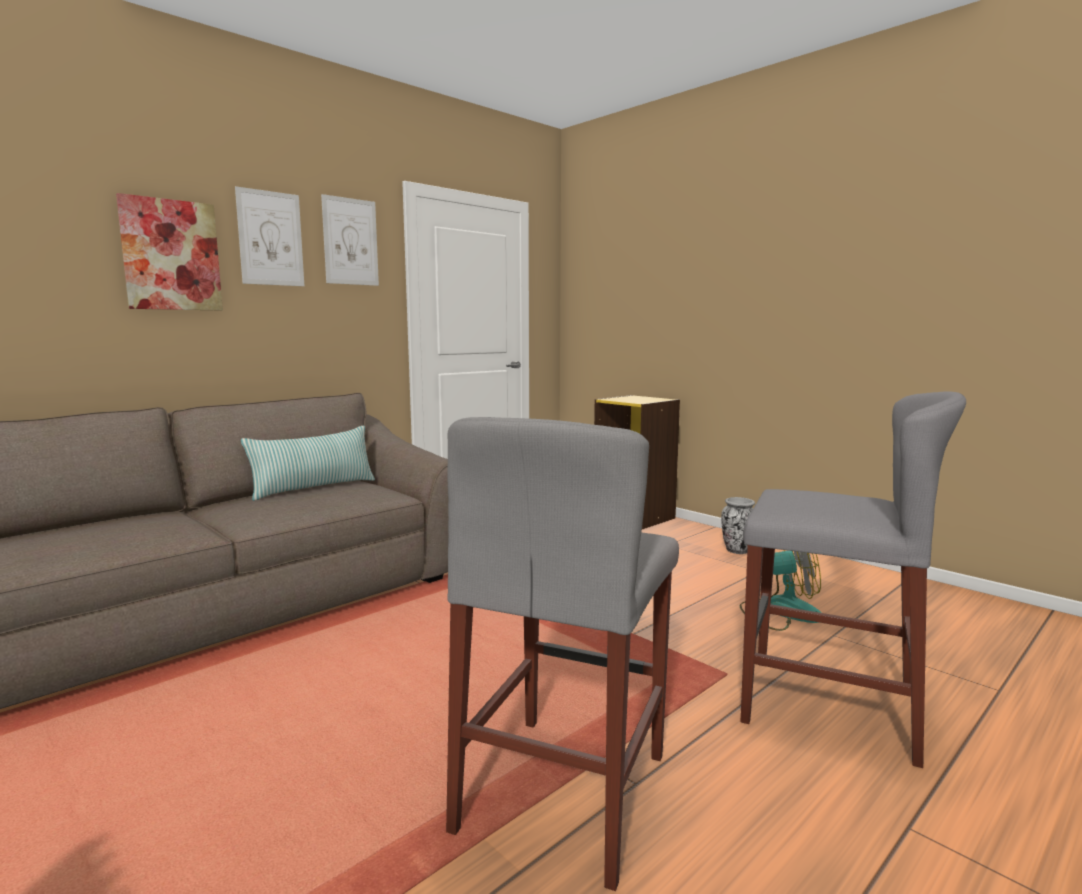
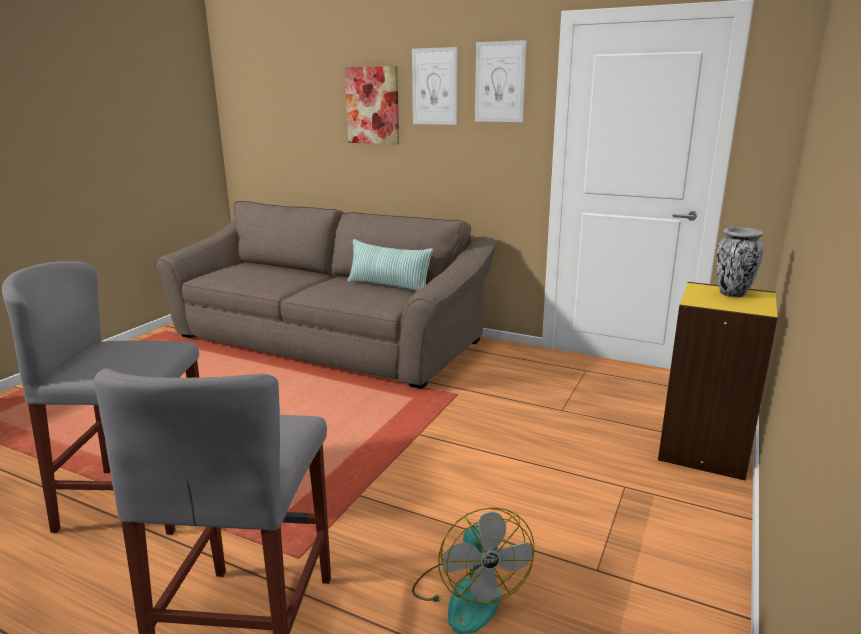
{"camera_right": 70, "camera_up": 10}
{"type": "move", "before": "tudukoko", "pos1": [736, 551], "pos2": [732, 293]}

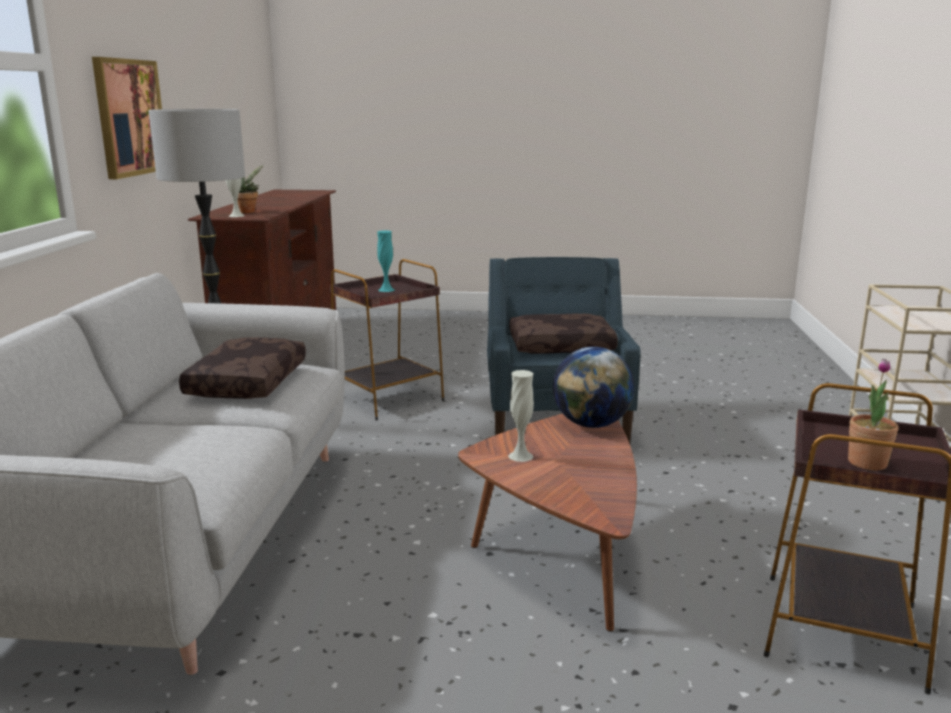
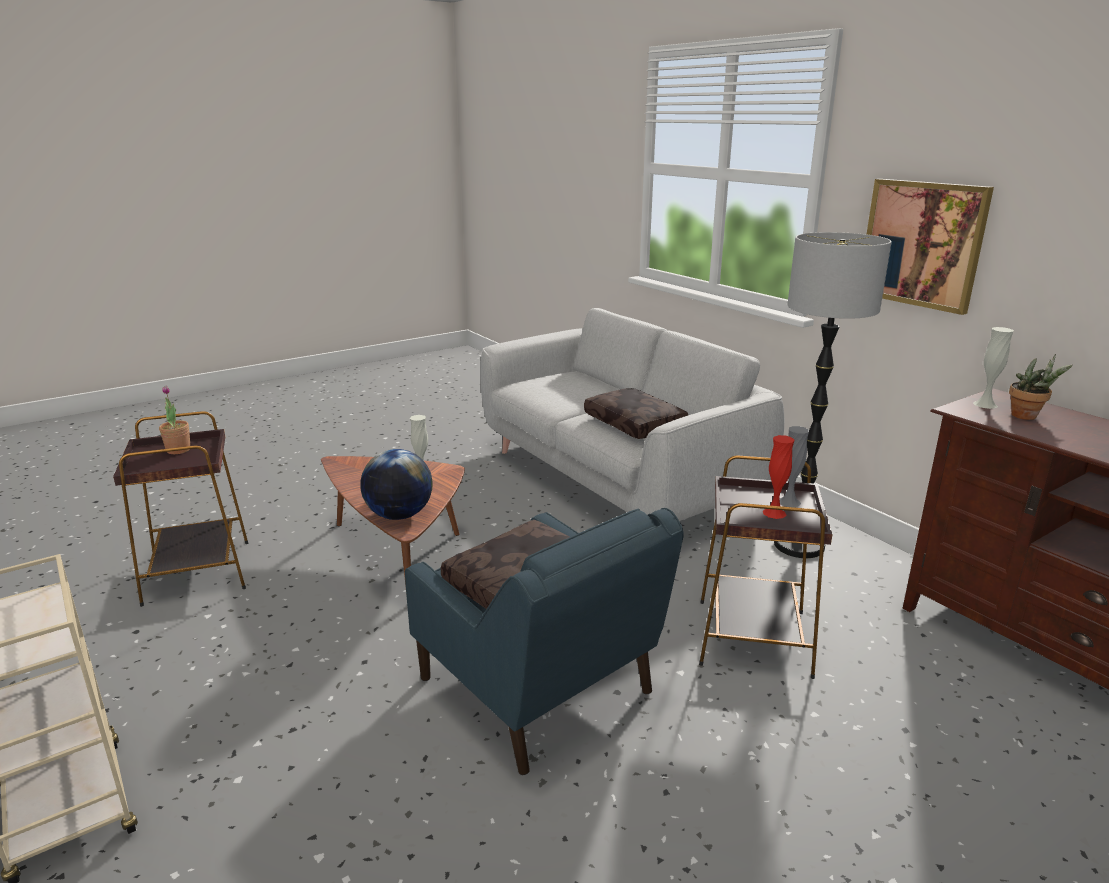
{"camera_right": 140, "camera_up": 5}
{"type": "recolor", "before": "turquoise tudukoko", "after": "red tudukoko", "pos1": [386, 290], "pos2": [774, 513]}
{"type": "insert", "after": "grey tudukoko", "pos2": [789, 502]}

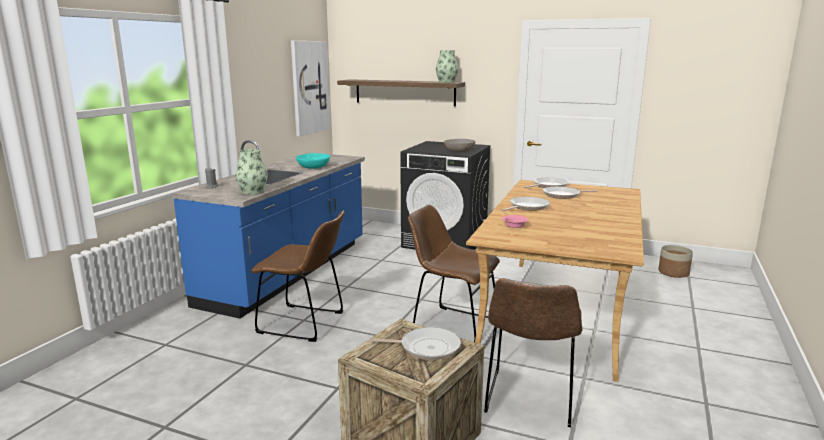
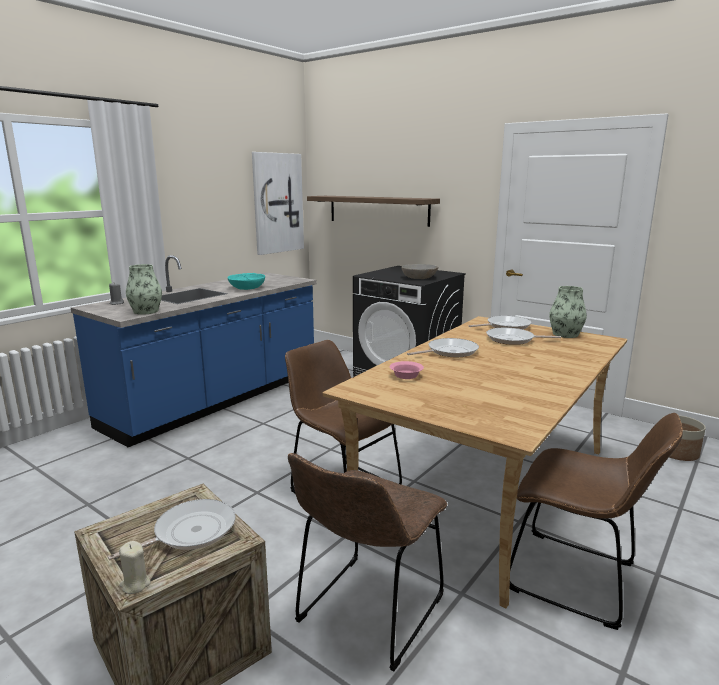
{"camera_right": 15, "camera_up": 0}
{"type": "move", "before": "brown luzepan", "pos1": [305, 323], "pos2": [578, 579]}
{"type": "rotate", "before": "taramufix", "pos1": [426, 347], "pos2": [190, 532], "turn": -60}
{"type": "move", "before": "tudukoko", "pos1": [446, 82], "pos2": [565, 334]}
{"type": "insert", "after": "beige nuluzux", "pos2": [135, 584]}

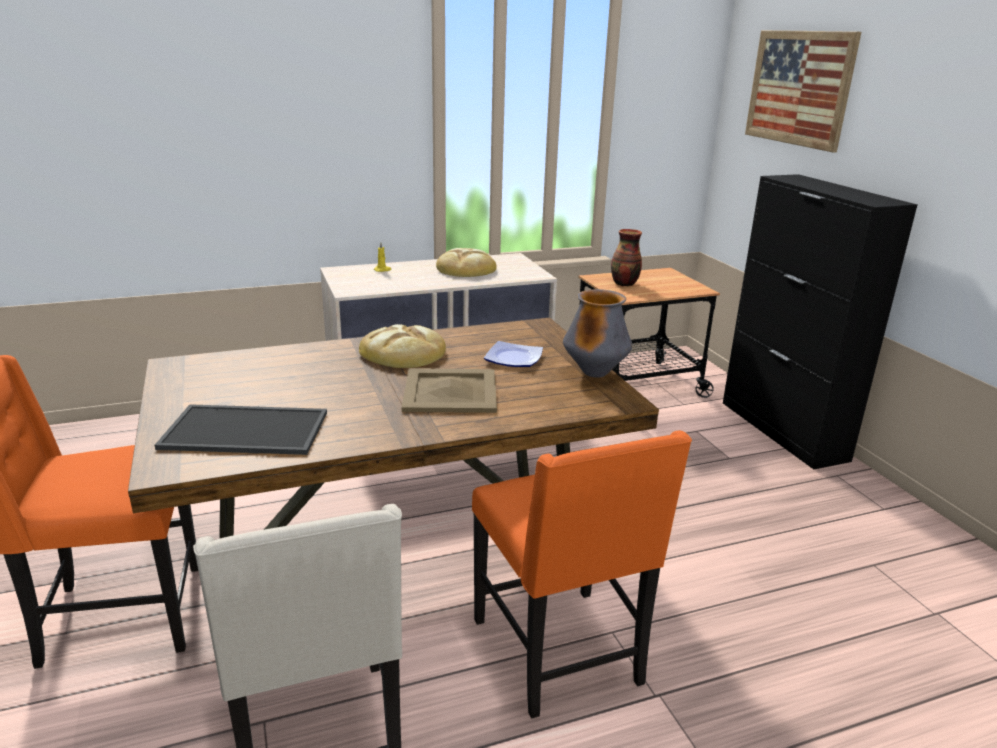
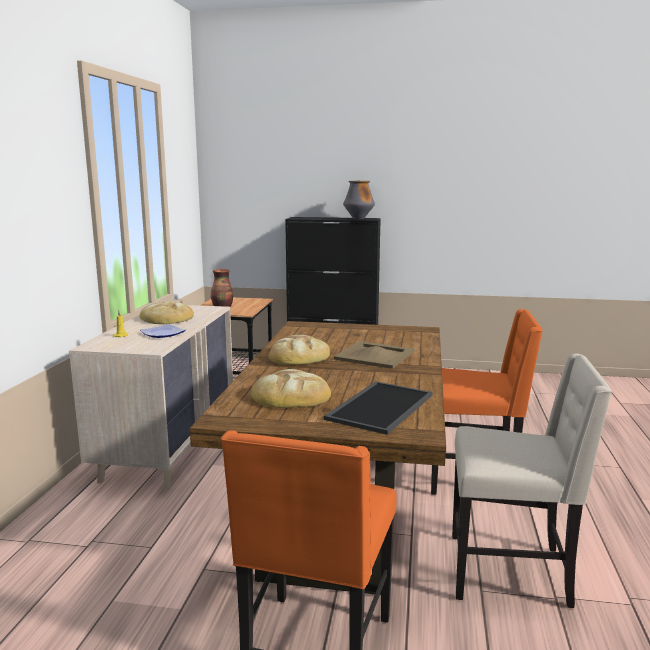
{"camera_right": -60, "camera_up": -10}
{"type": "move", "before": "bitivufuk", "pos1": [512, 359], "pos2": [162, 334]}
{"type": "move", "before": "tudukoko", "pos1": [595, 373], "pos2": [358, 219]}
{"type": "delete", "before": "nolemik", "pos1": [799, 88]}
{"type": "insert", "after": "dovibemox", "pos2": [290, 396]}

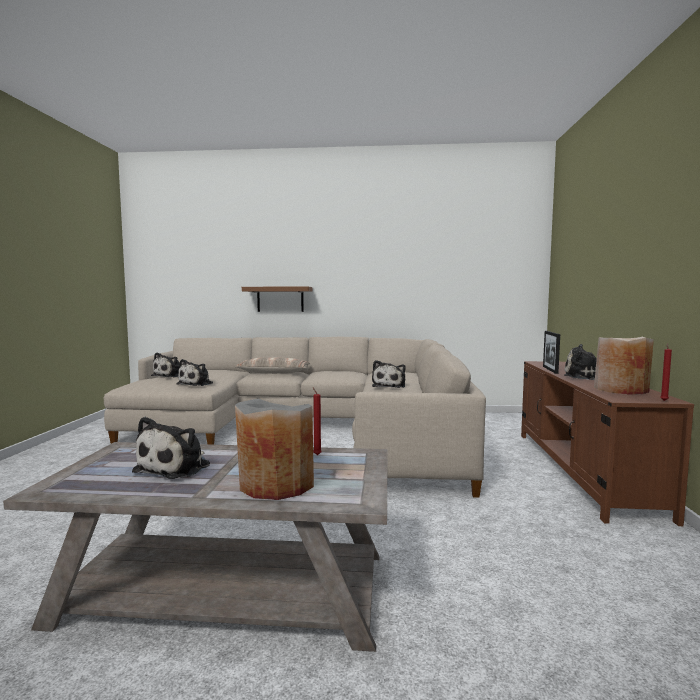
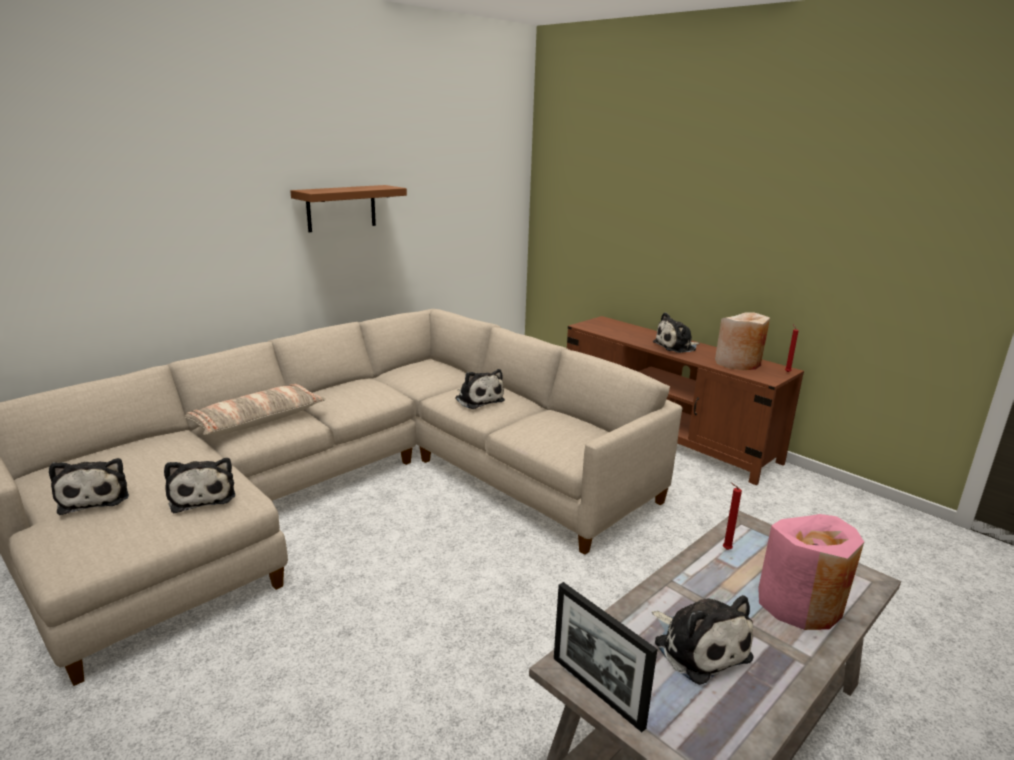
{"camera_right": -50, "camera_up": 15}
{"type": "recolor", "before": "grey tudukoko", "after": "pink tudukoko", "pos1": [276, 484], "pos2": [800, 604]}
{"type": "move", "before": "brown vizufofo", "pos1": [280, 299], "pos2": [341, 208]}
{"type": "move", "before": "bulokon", "pos1": [550, 370], "pos2": [597, 691]}

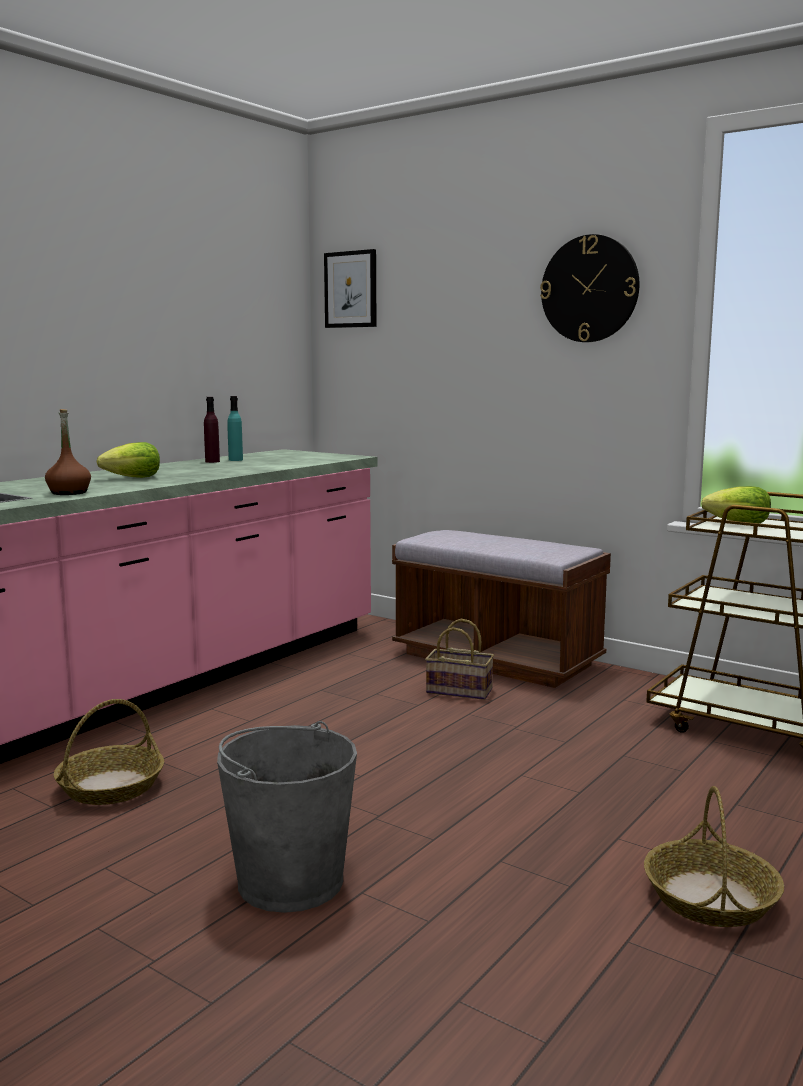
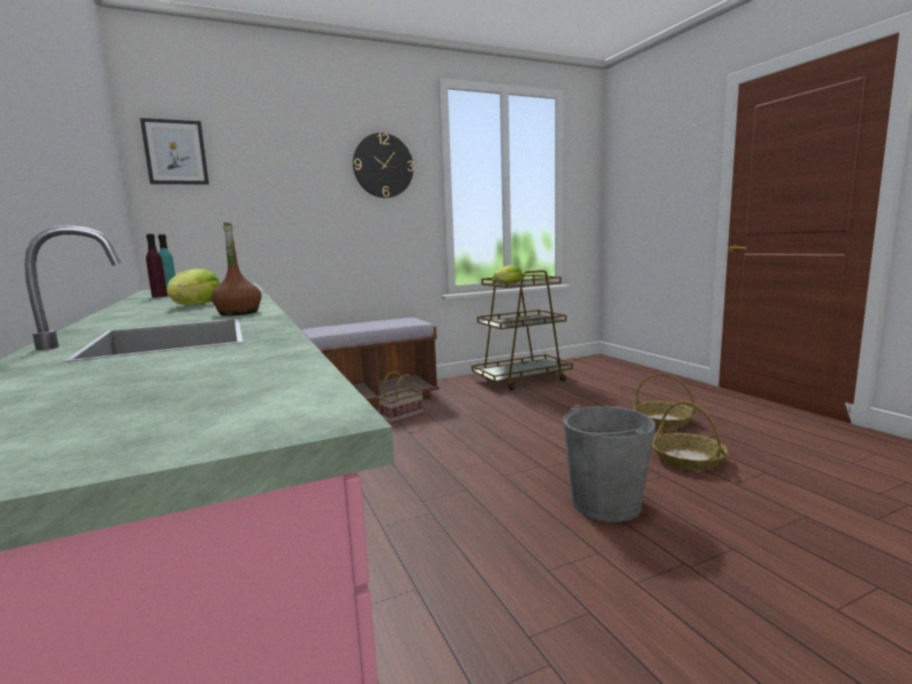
{"camera_right": -60, "camera_up": 0}
{"type": "move", "before": "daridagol", "pos1": [110, 787], "pos2": [688, 459]}

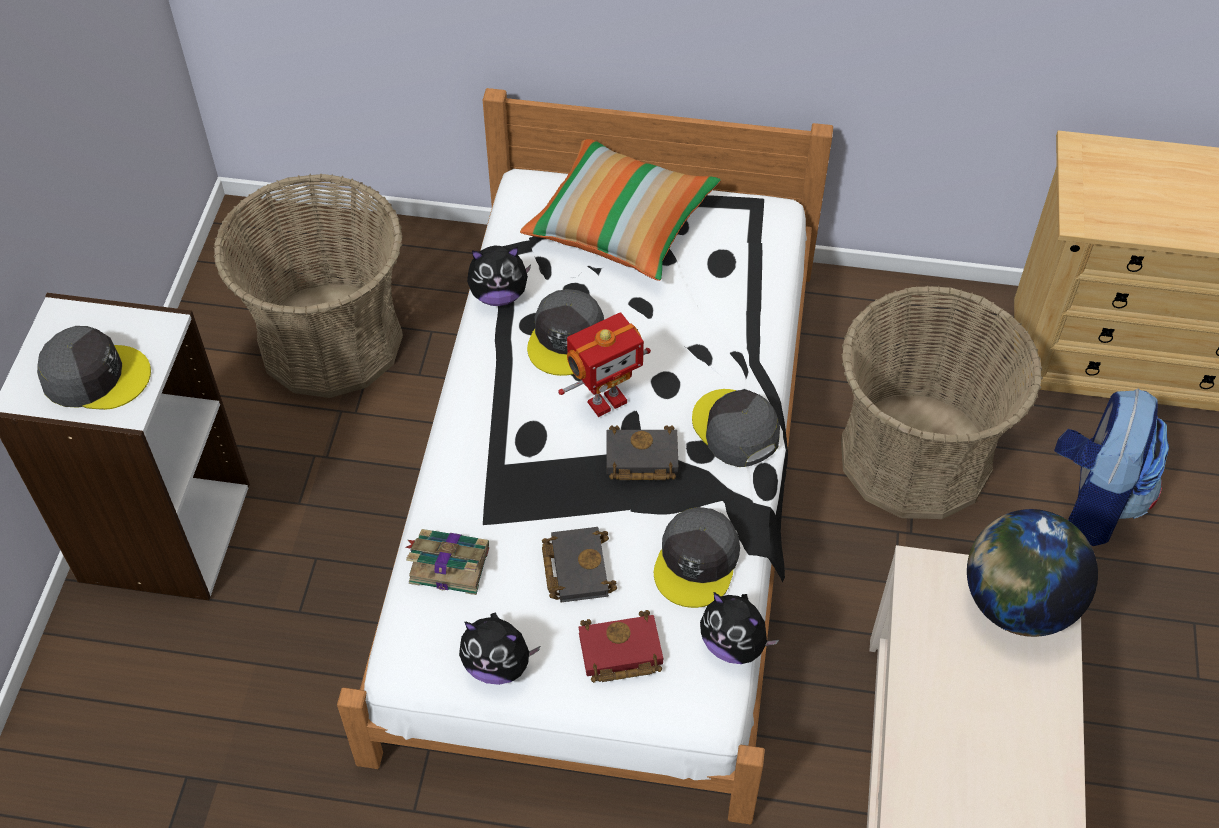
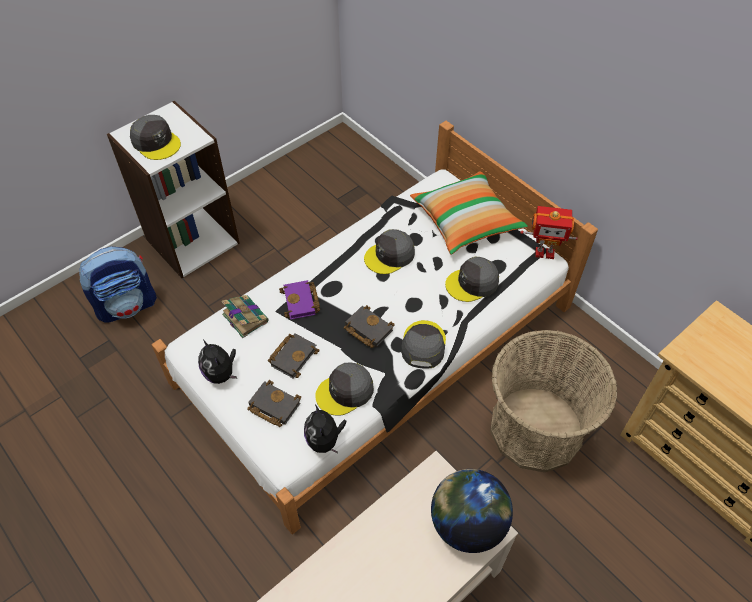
{"camera_right": 40, "camera_up": 0}
{"type": "delete", "before": "daridagol", "pos1": [330, 340]}
{"type": "delete", "before": "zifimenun", "pos1": [499, 295]}
{"type": "move", "before": "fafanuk", "pos1": [605, 400], "pos2": [544, 252]}
{"type": "recolor", "before": "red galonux", "after": "black galonux", "pos1": [619, 653], "pos2": [272, 406]}
{"type": "move", "before": "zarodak", "pos1": [1093, 500], "pos2": [127, 305]}
{"type": "insert", "after": "purple galonux", "pos2": [301, 302]}
{"type": "insert", "after": "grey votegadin", "pos2": [472, 283]}

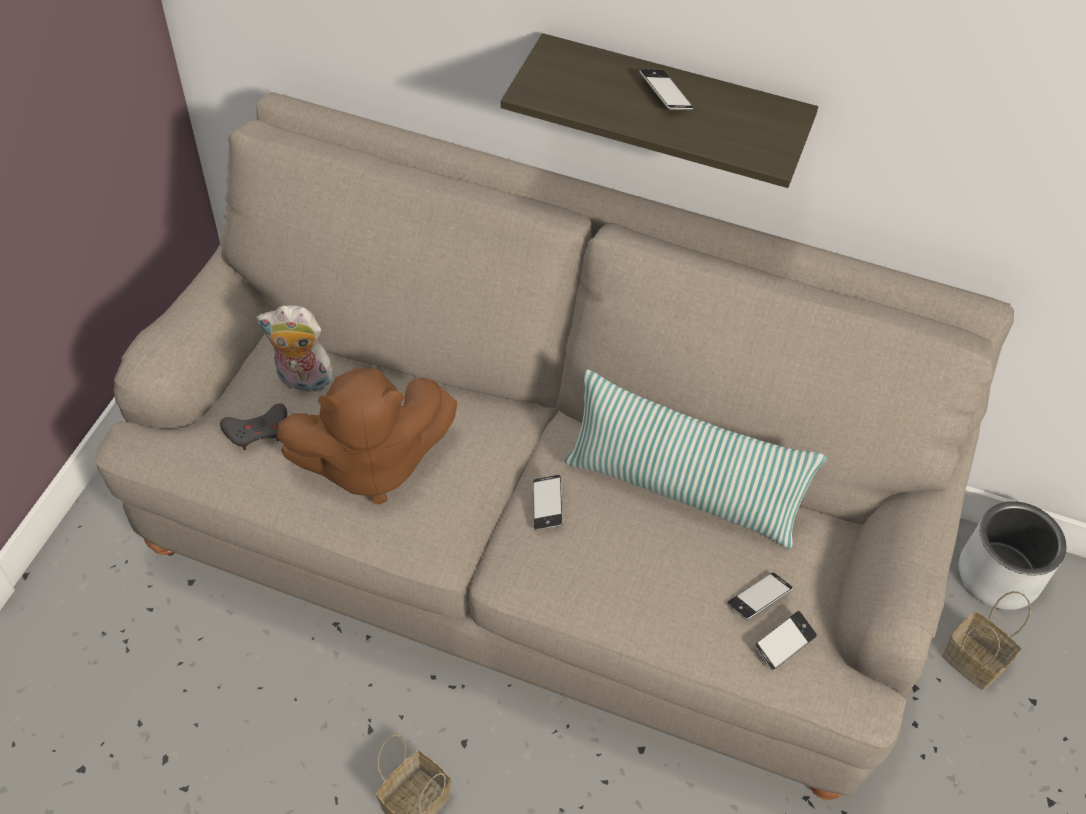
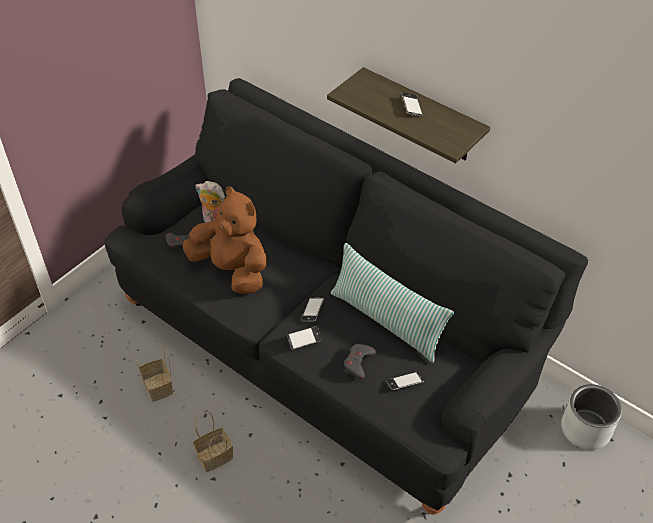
{"camera_right": 20, "camera_up": -5}
{"type": "recolor", "before": "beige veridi", "after": "black veridi", "pos1": [536, 542], "pos2": [326, 346]}
{"type": "rotate", "before": "brown zifimenun", "pos1": [370, 462], "pos2": [232, 270], "turn": -150}
{"type": "move", "before": "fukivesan", "pos1": [784, 643], "pos2": [304, 339]}
{"type": "move", "before": "daridagol", "pos1": [975, 661], "pos2": [159, 387]}
{"type": "insert", "after": "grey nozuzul", "pos2": [358, 362]}

